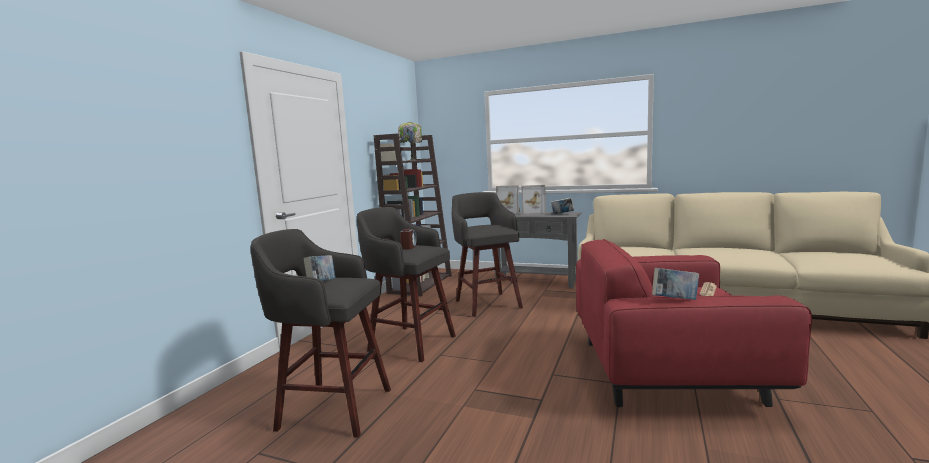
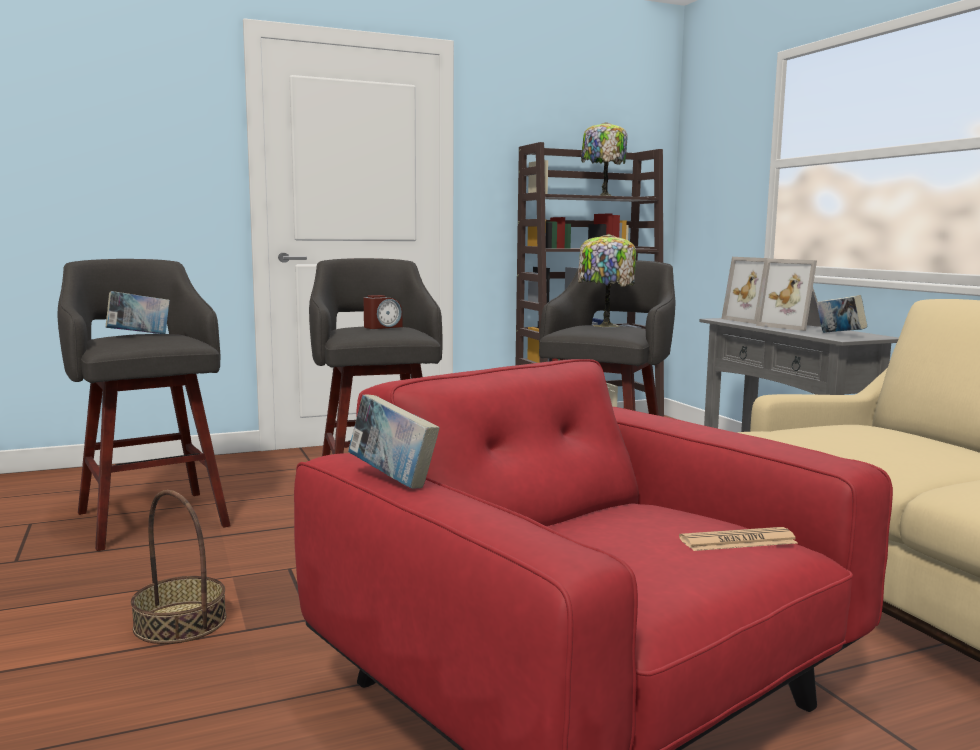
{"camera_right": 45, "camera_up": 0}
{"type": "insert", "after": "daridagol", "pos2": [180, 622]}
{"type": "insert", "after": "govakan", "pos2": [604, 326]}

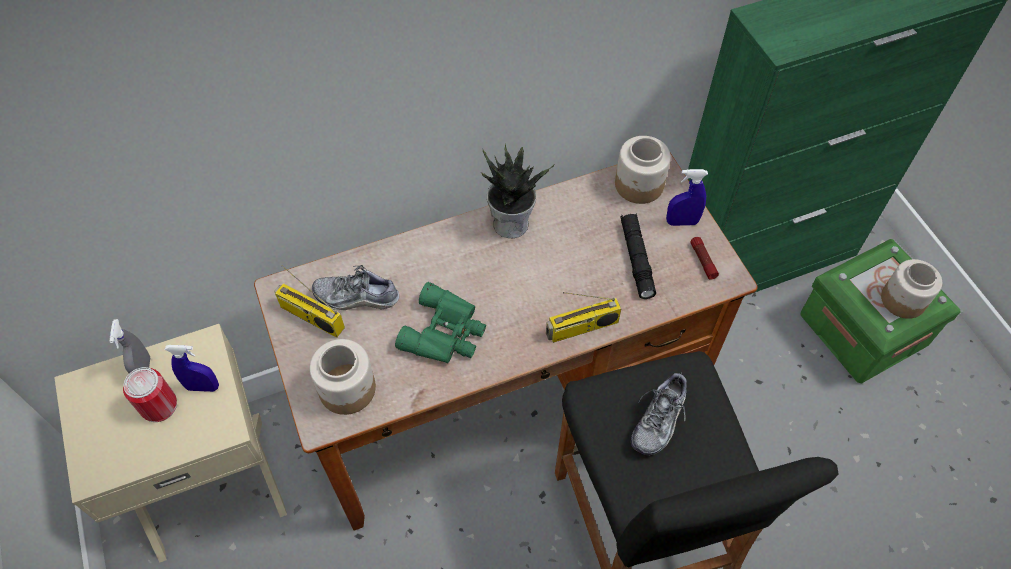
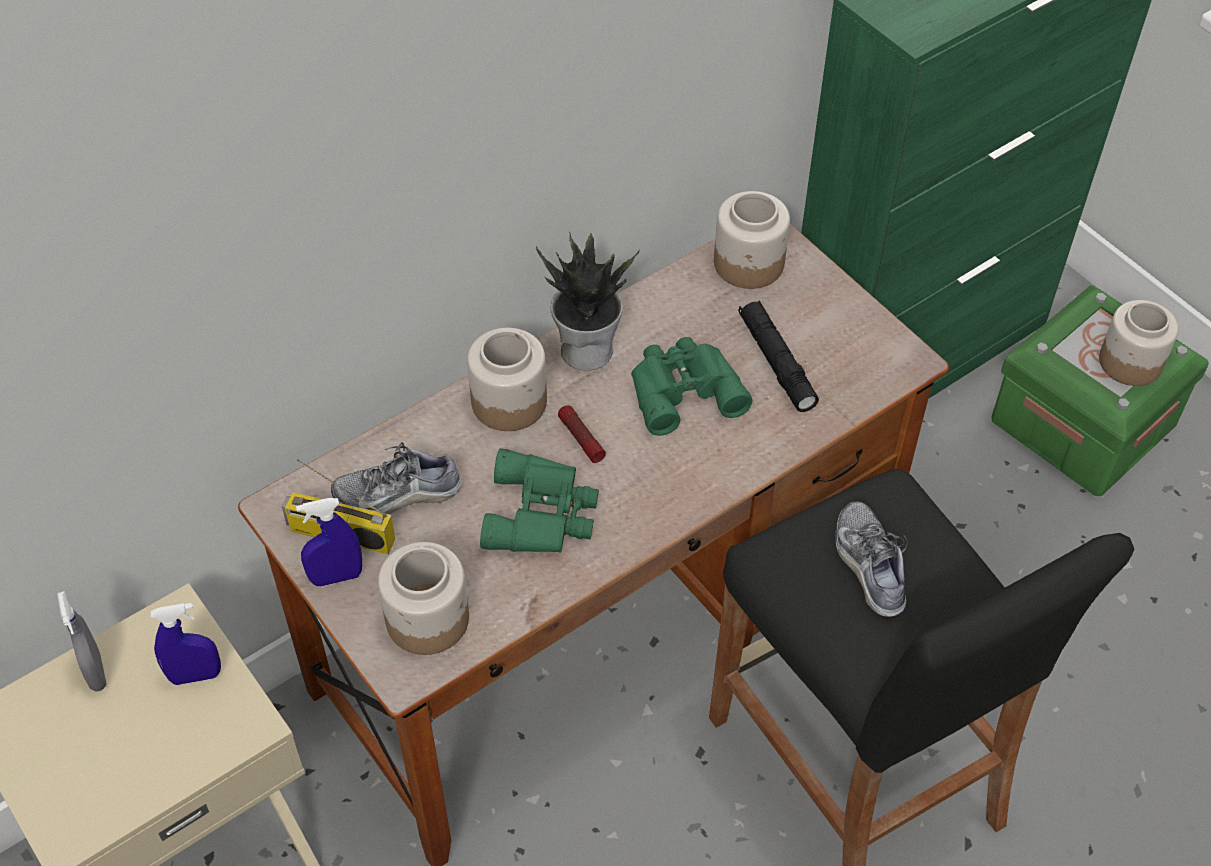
{"camera_right": -15, "camera_up": -5}
{"type": "delete", "before": "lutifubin", "pos1": [159, 405]}
{"type": "delete", "before": "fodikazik", "pos1": [582, 328]}
{"type": "rotate", "before": "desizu", "pos1": [659, 419], "pos2": [869, 566], "turn": 150}
{"type": "move", "before": "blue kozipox", "pos1": [682, 222], "pos2": [336, 577]}
{"type": "move", "before": "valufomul", "pos1": [702, 261], "pos2": [581, 438]}
{"type": "insert", "after": "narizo", "pos2": [509, 401]}
{"type": "insert", "after": "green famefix", "pos2": [682, 389]}

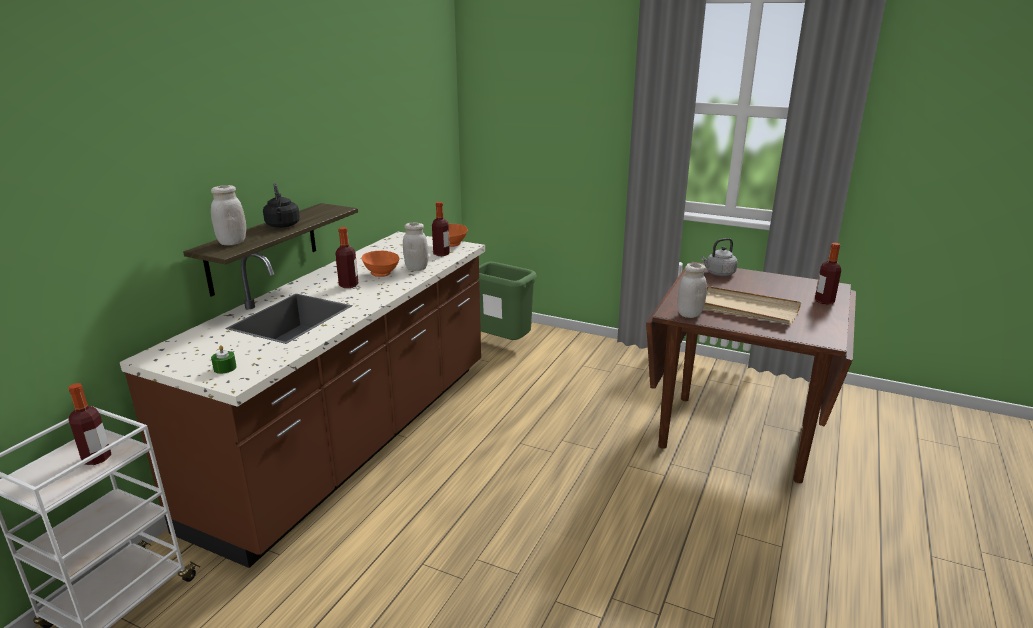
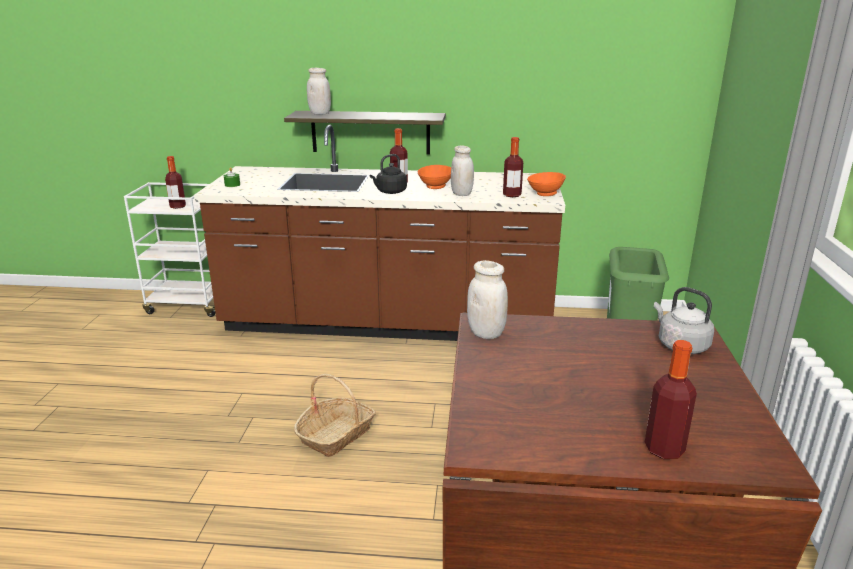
{"camera_right": 70, "camera_up": 0}
{"type": "move", "before": "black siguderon", "pos1": [283, 226], "pos2": [390, 192]}
{"type": "delete", "before": "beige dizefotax", "pos1": [745, 309]}
{"type": "insert", "after": "daridagol", "pos2": [336, 435]}

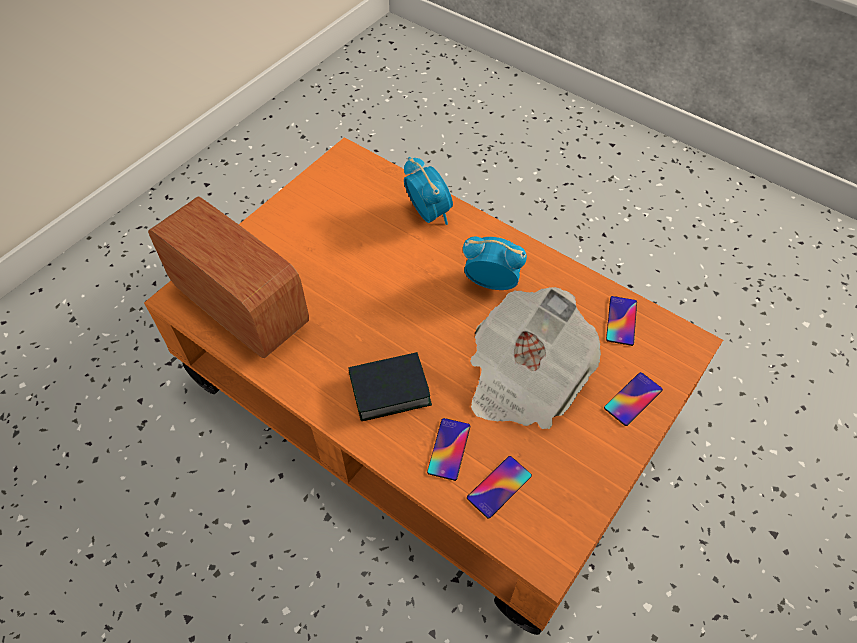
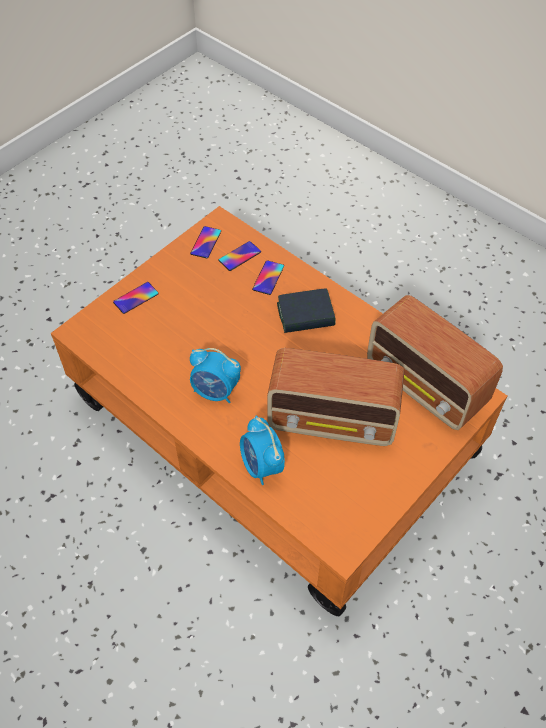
{"camera_right": -175, "camera_up": 0}
{"type": "delete", "before": "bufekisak", "pos1": [524, 378]}
{"type": "move", "before": "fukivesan", "pos1": [621, 321], "pos2": [206, 242]}
{"type": "insert", "after": "fodikazik", "pos2": [333, 420]}

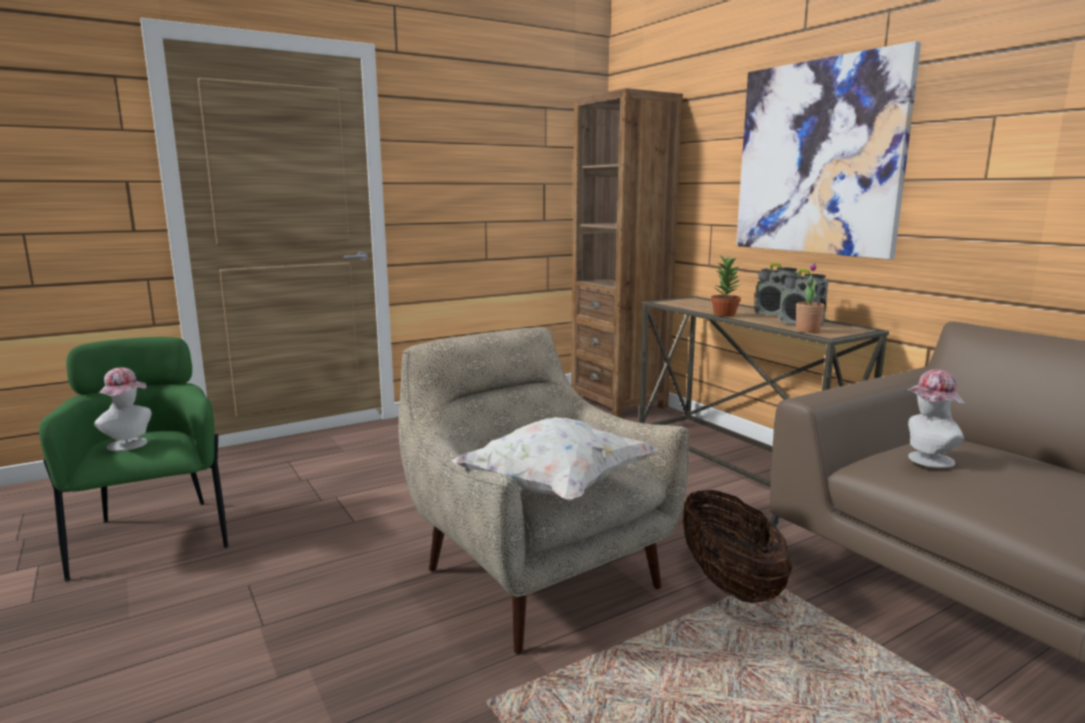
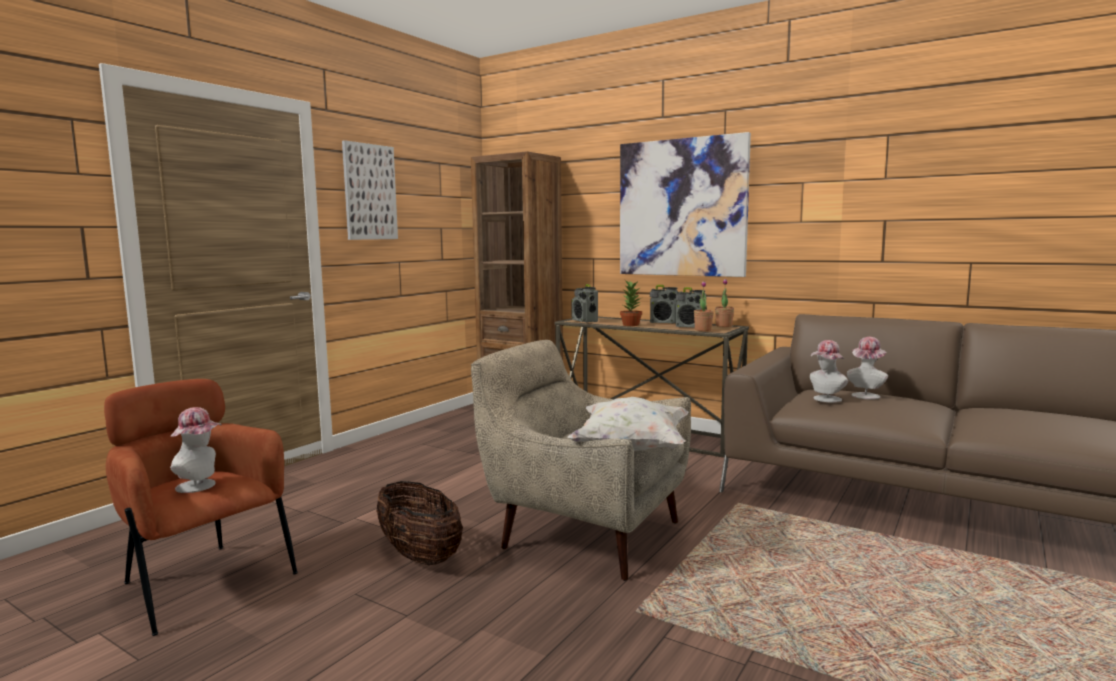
{"camera_right": -25, "camera_up": -5}
{"type": "recolor", "before": "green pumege", "after": "brown pumege", "pos1": [153, 536], "pos2": [202, 582]}
{"type": "move", "before": "daridagol", "pos1": [729, 583], "pos2": [419, 555]}
{"type": "insert", "after": "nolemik", "pos2": [370, 192]}
{"type": "insert", "after": "fodikazik", "pos2": [584, 321]}
{"type": "insert", "after": "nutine", "pos2": [724, 326]}
{"type": "insert", "after": "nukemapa", "pos2": [866, 395]}

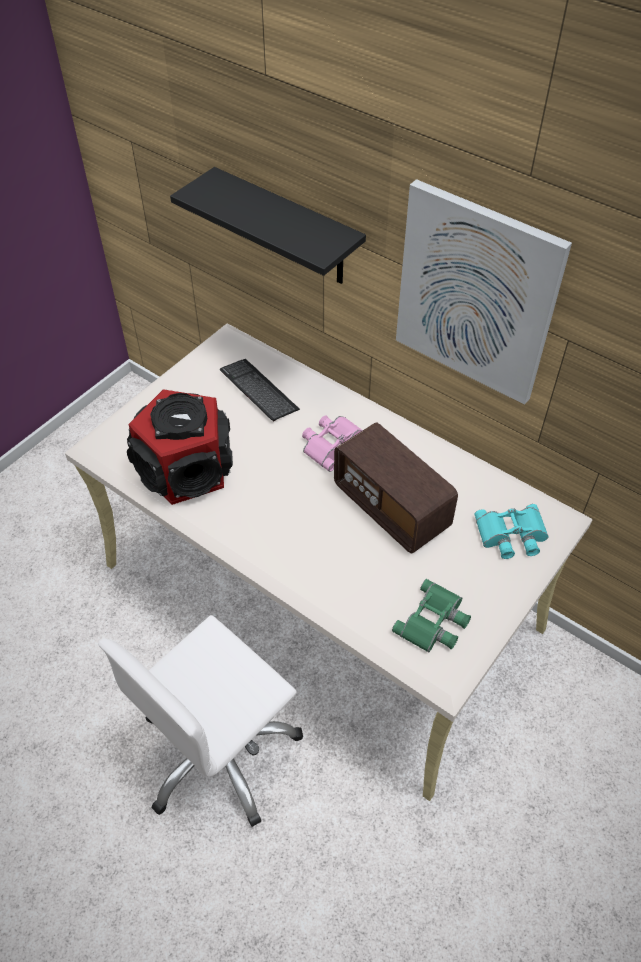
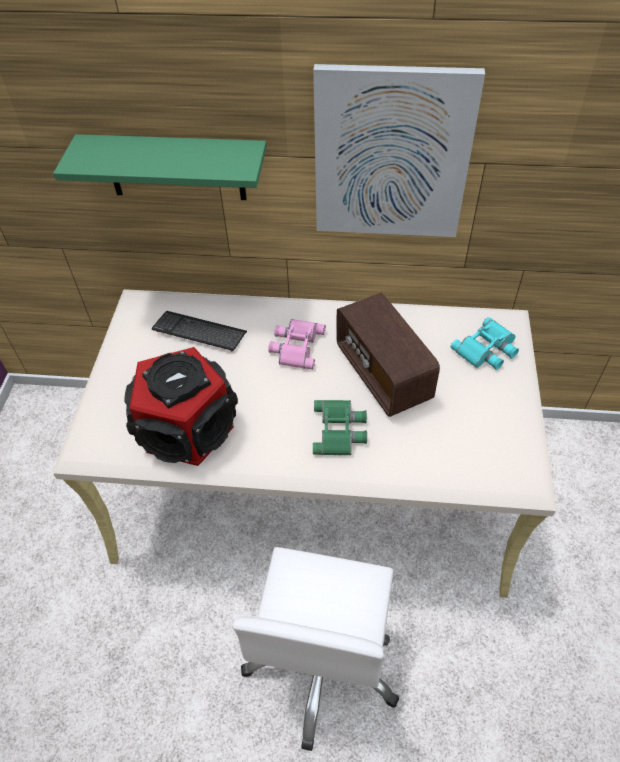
{"camera_right": -30, "camera_up": 0}
{"type": "recolor", "before": "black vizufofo", "after": "green vizufofo", "pos1": [288, 228], "pos2": [175, 167]}
{"type": "rotate", "before": "fodikazik", "pos1": [391, 507], "pos2": [383, 373], "turn": 45}
{"type": "move", "before": "green famefix", "pos1": [434, 622], "pos2": [340, 431]}

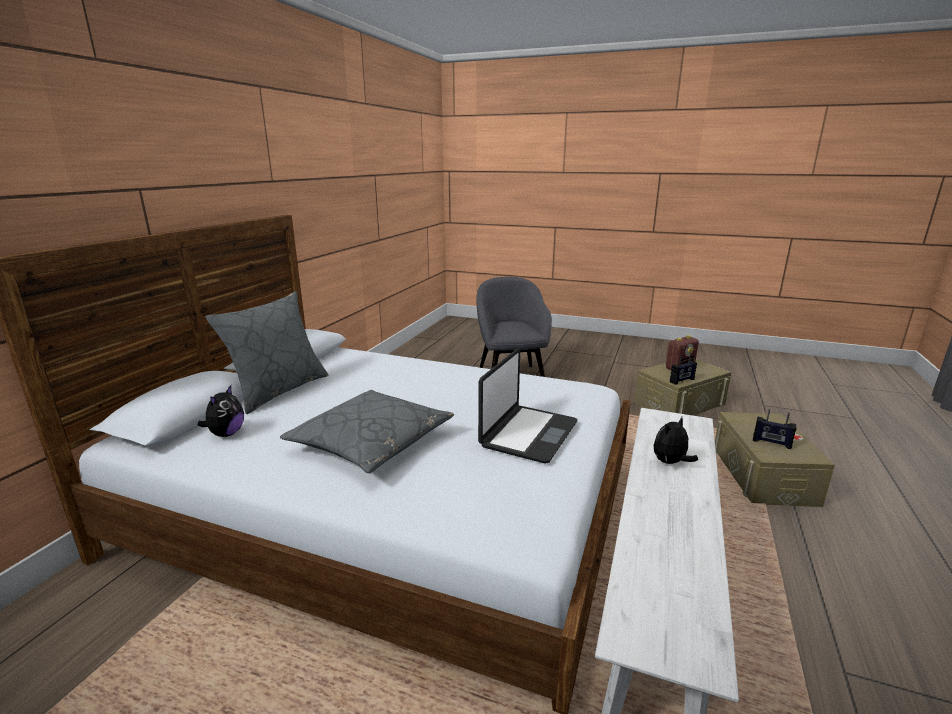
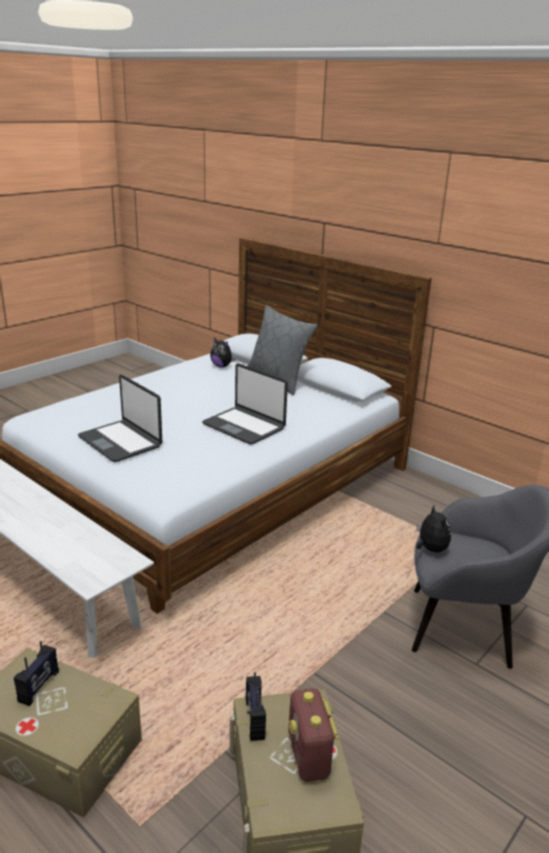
{"camera_right": 110, "camera_up": 5}
{"type": "delete", "before": "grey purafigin", "pos1": [371, 442]}
{"type": "move", "before": "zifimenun", "pos1": [670, 462], "pos2": [430, 549]}
{"type": "rotate", "before": "fodikazik", "pos1": [771, 443], "pos2": [39, 686], "turn": 150}
{"type": "insert", "after": "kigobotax", "pos2": [244, 426]}

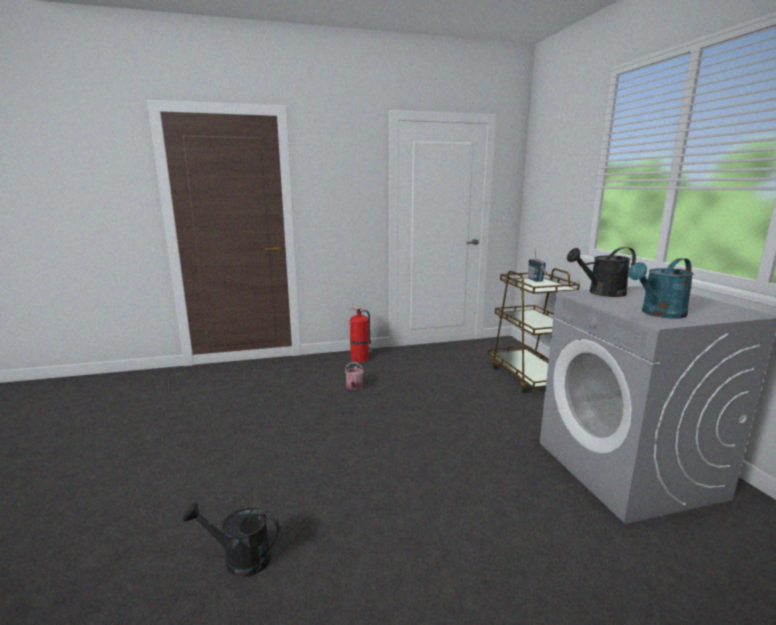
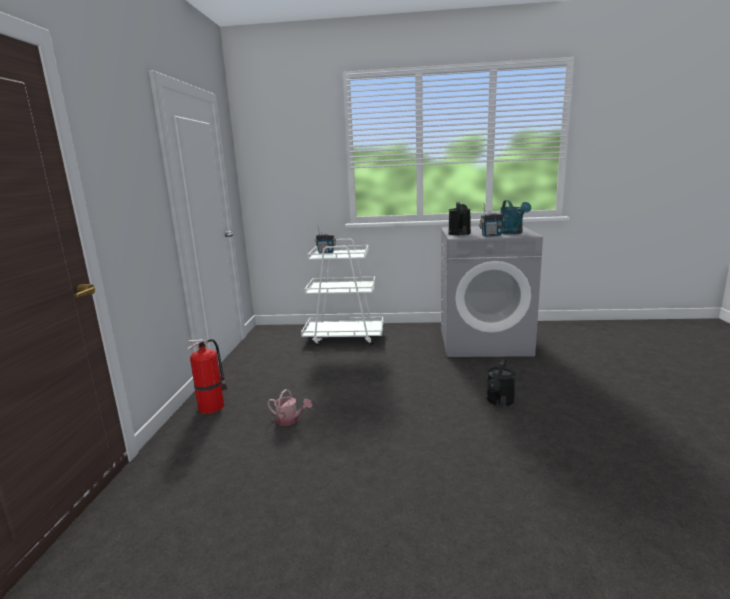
{"camera_right": -70, "camera_up": 0}
{"type": "move", "before": "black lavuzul", "pos1": [239, 558], "pos2": [499, 402]}
{"type": "recolor", "before": "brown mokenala", "after": "white mokenala", "pos1": [528, 376], "pos2": [344, 337]}
{"type": "insert", "after": "fodikazik", "pos2": [491, 235]}

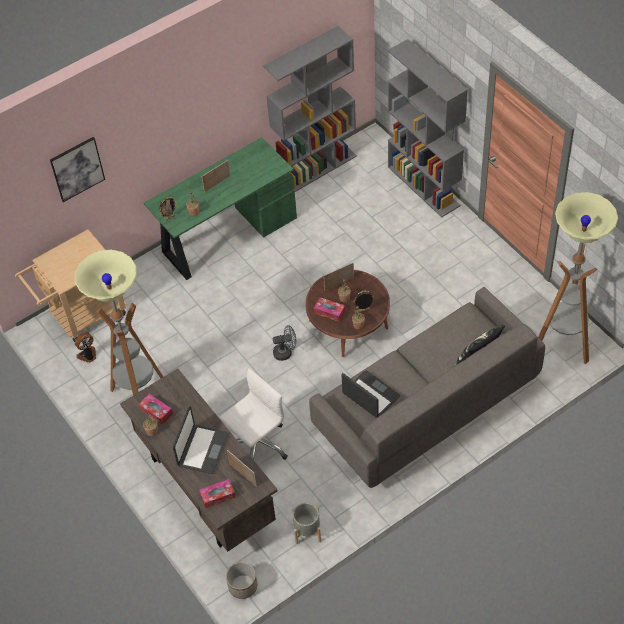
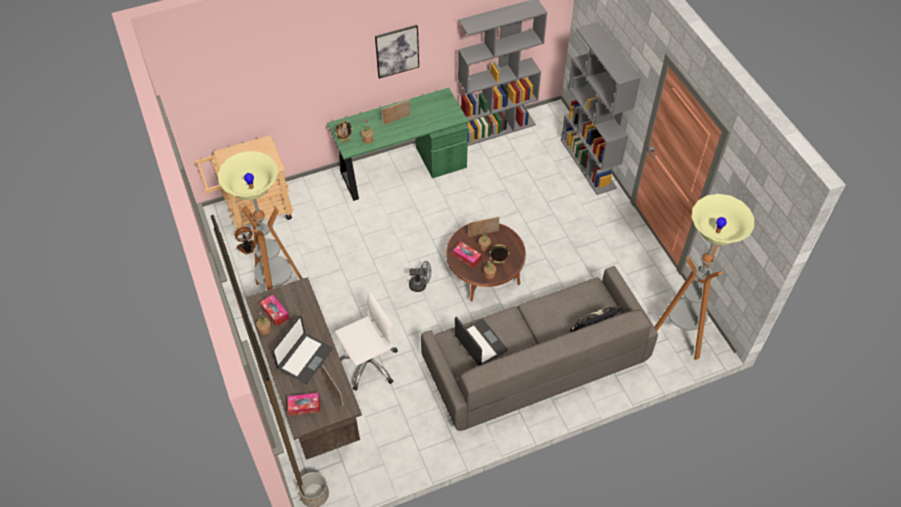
{"camera_right": 10, "camera_up": 0}
{"type": "move", "before": "nolemik", "pos1": [77, 169], "pos2": [397, 51]}
{"type": "delete", "before": "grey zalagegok", "pos1": [307, 531]}

